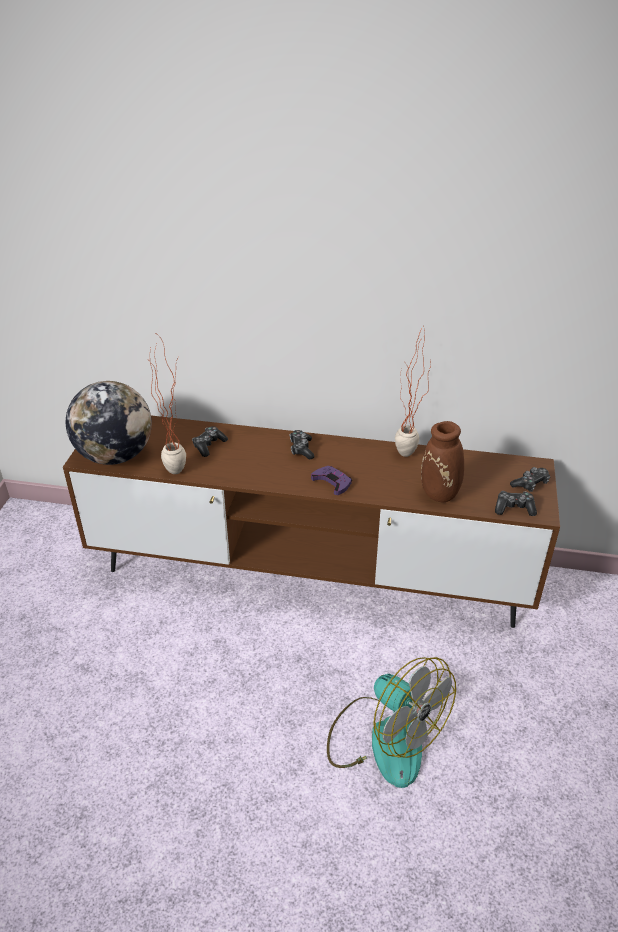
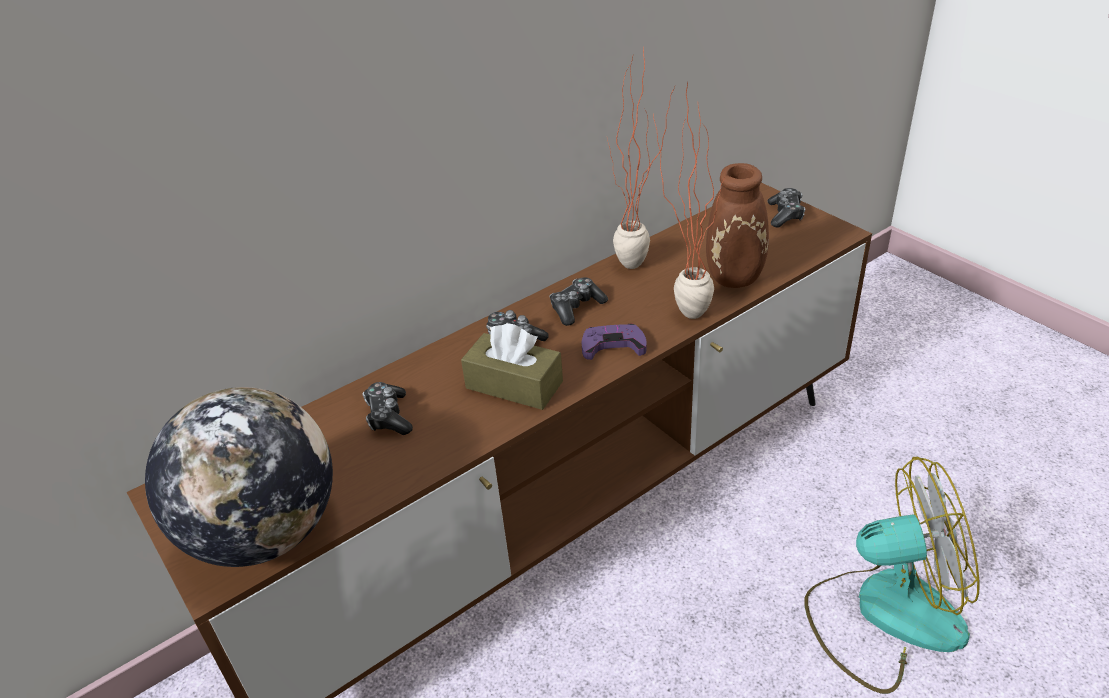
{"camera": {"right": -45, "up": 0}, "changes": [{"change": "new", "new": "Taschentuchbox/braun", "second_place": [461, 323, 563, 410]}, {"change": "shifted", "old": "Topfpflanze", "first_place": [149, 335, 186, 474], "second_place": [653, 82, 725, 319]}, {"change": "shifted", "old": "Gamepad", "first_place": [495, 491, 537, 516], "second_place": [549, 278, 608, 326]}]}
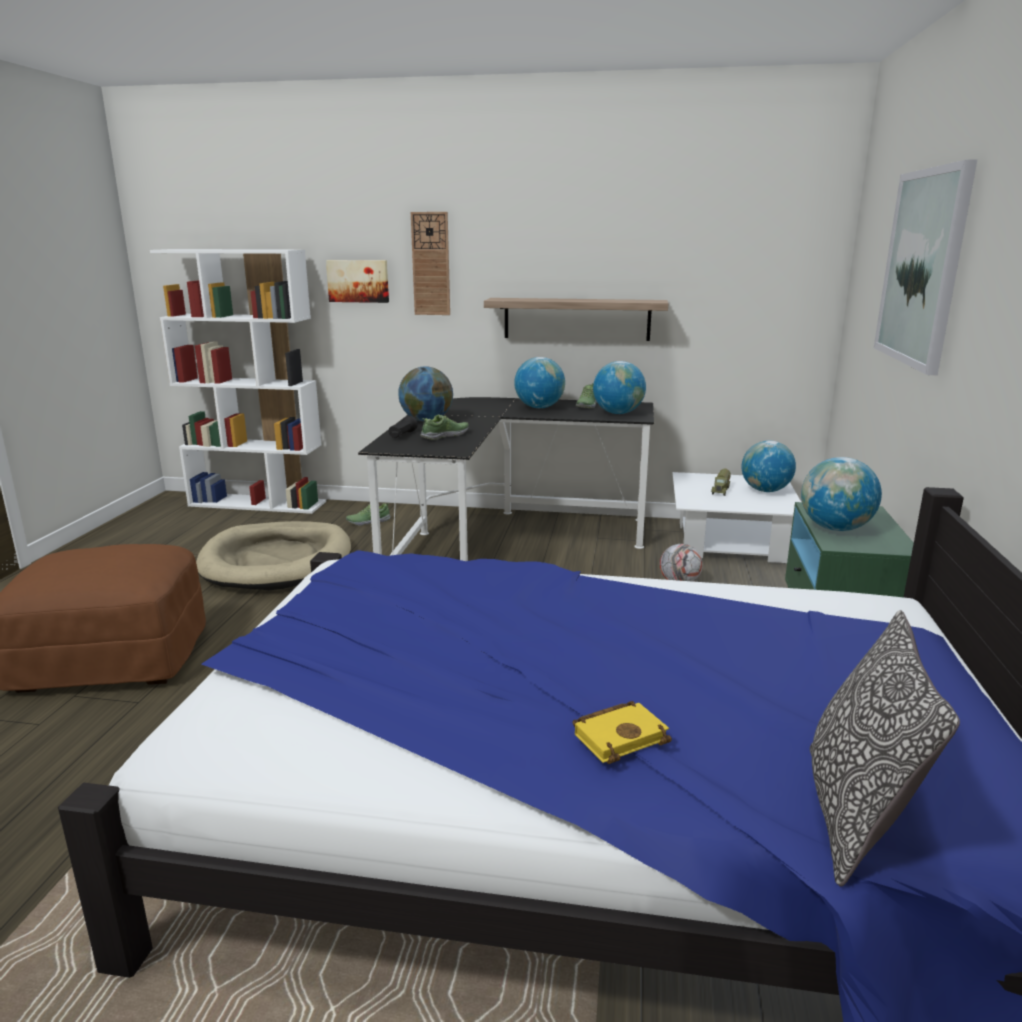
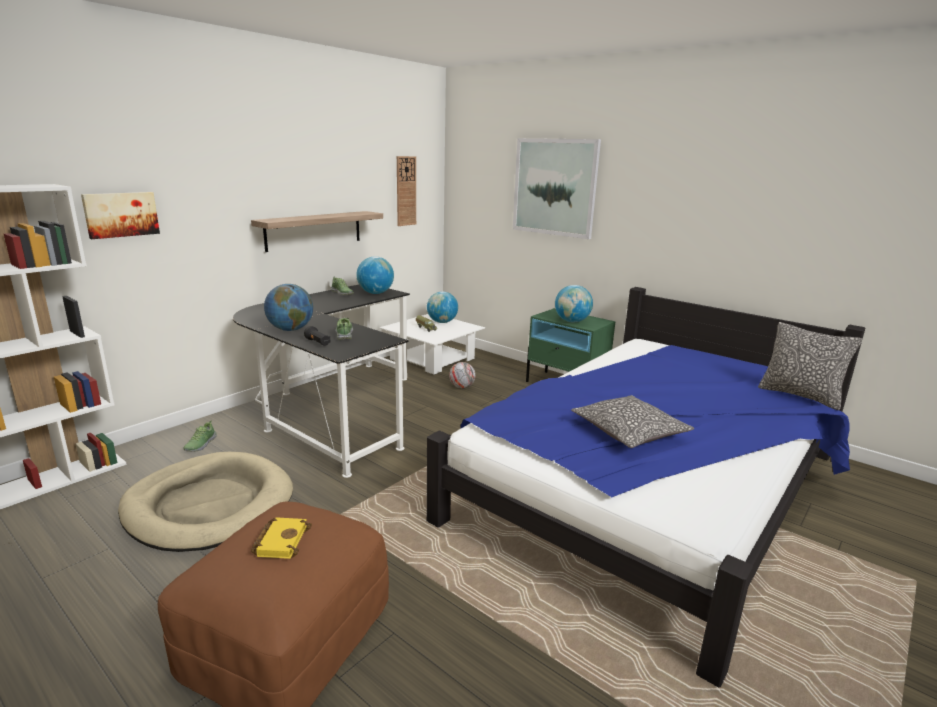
{"camera": {"right": -60, "up": 0}, "changes": [{"change": "gone", "old": "Globus", "first_place": [514, 357, 565, 408]}, {"change": "new", "new": "Kissen", "second_place": [571, 395, 694, 448]}, {"change": "shifted", "old": "Wanduhr", "first_place": [411, 212, 450, 315], "second_place": [397, 156, 416, 226]}, {"change": "shifted", "old": "Buch/gelb", "first_place": [573, 701, 672, 764], "second_place": [251, 517, 312, 559]}]}
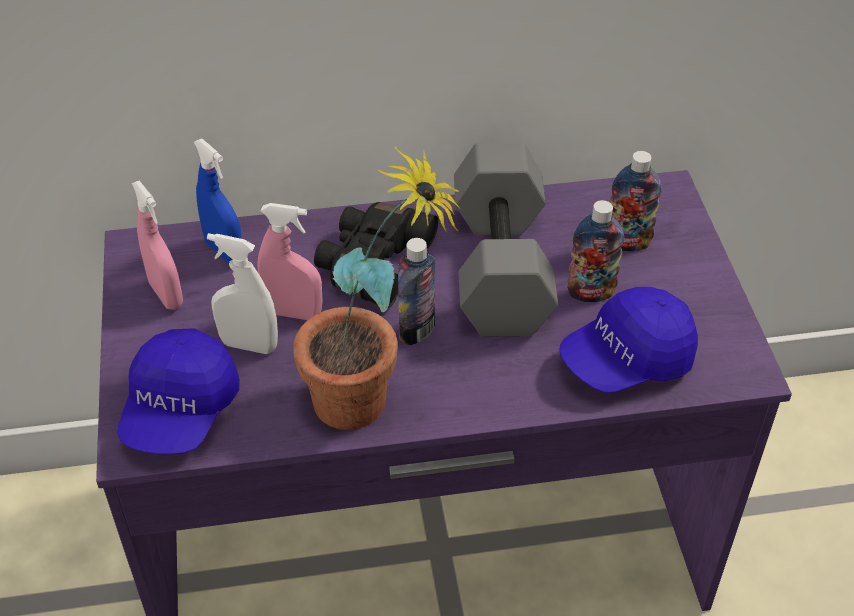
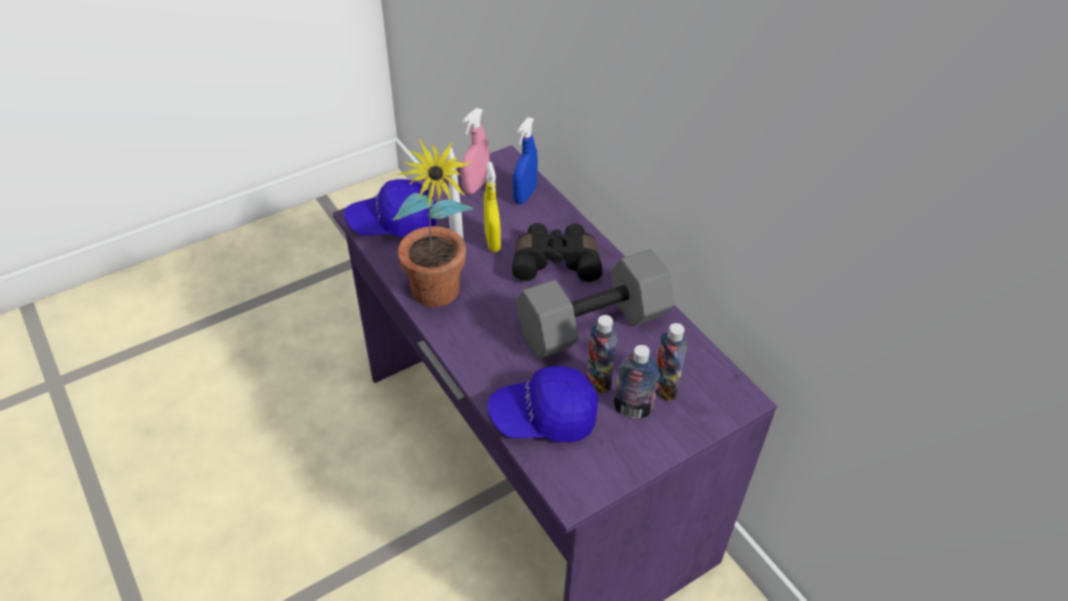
{"camera": {"right": 65, "up": 0}, "changes": [{"change": "shifted", "old": "Flasche", "first_place": [398, 238, 435, 345], "second_place": [614, 345, 659, 418]}, {"change": "repainted", "old": "Sprühflasche/rosa", "new": "Sprühflasche/gelb", "first_place": [257, 203, 323, 320], "second_place": [484, 161, 501, 252]}, {"change": "rotated", "old": "Kappe/blau", "first_place": [560, 287, 698, 393], "second_place": [488, 366, 598, 443], "degrees": -45}]}
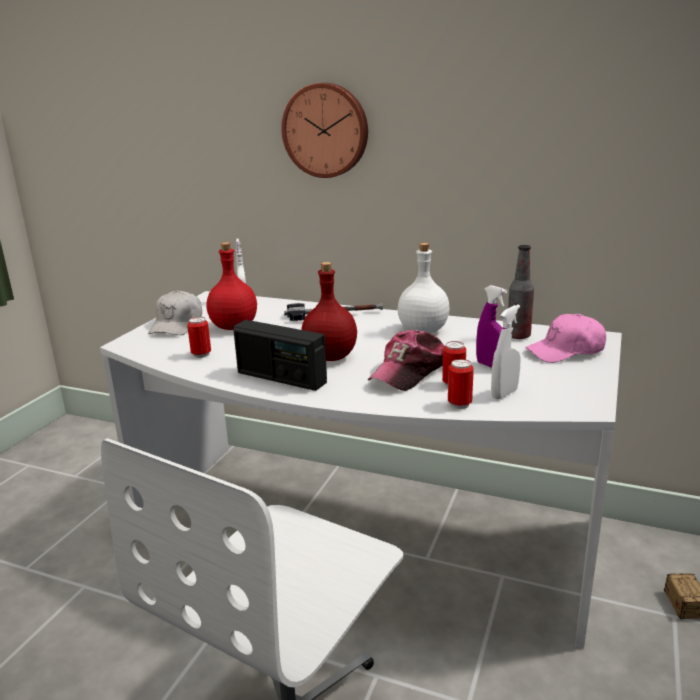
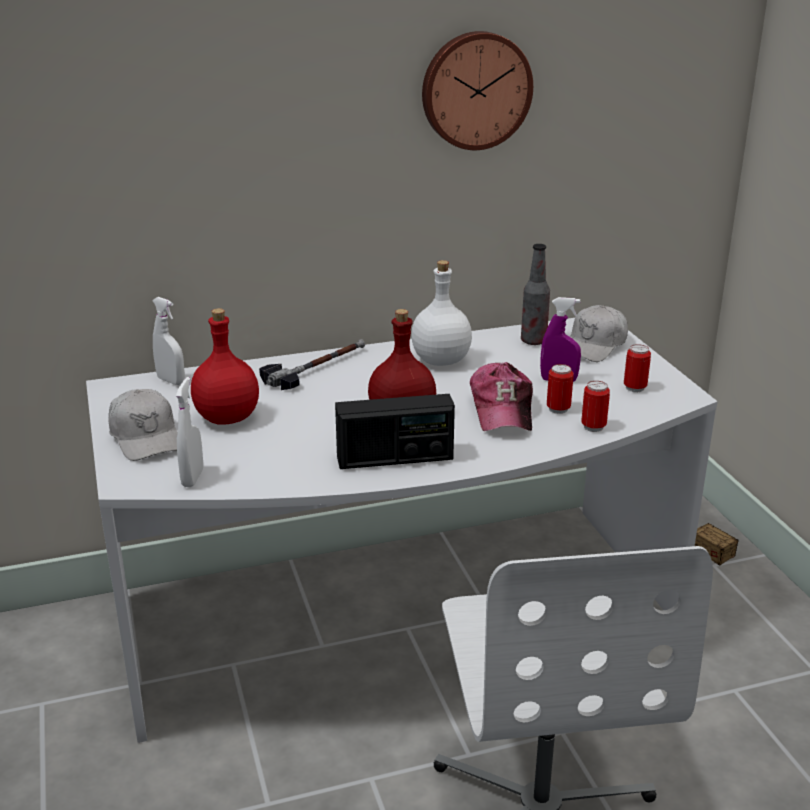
{"camera": {"right": -40, "up": 5}, "changes": [{"change": "shifted", "old": "Dose", "first_place": [187, 317, 211, 358], "second_place": [624, 344, 651, 392]}, {"change": "shifted", "old": "Wanduhr", "first_place": [281, 83, 368, 178], "second_place": [422, 31, 533, 150]}, {"change": "shifted", "old": "Sprühflasche/weiß", "first_place": [491, 305, 521, 399], "second_place": [176, 377, 203, 487]}, {"change": "repainted", "old": "Kappe/rosa", "new": "Kappe/weiß", "first_place": [525, 314, 606, 363], "second_place": [570, 305, 628, 362]}]}
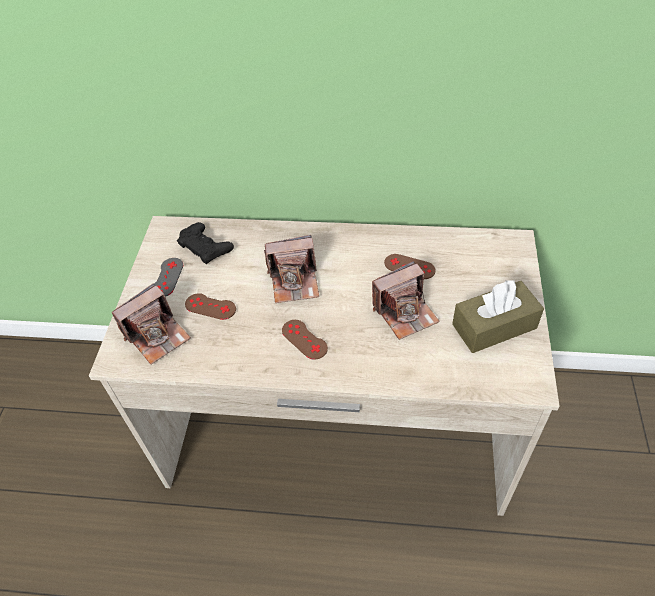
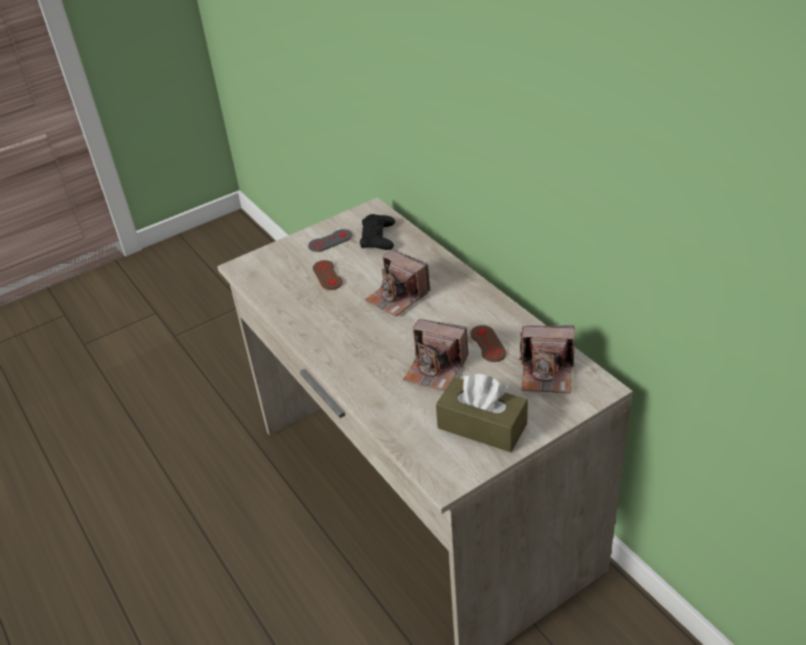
{"camera": {"right": 50, "up": -10}, "changes": [{"change": "gone", "old": "Gamepad/braun", "first_place": [282, 320, 328, 360]}, {"change": "shifted", "old": "Kamera", "first_place": [112, 283, 191, 364], "second_place": [519, 325, 575, 393]}]}
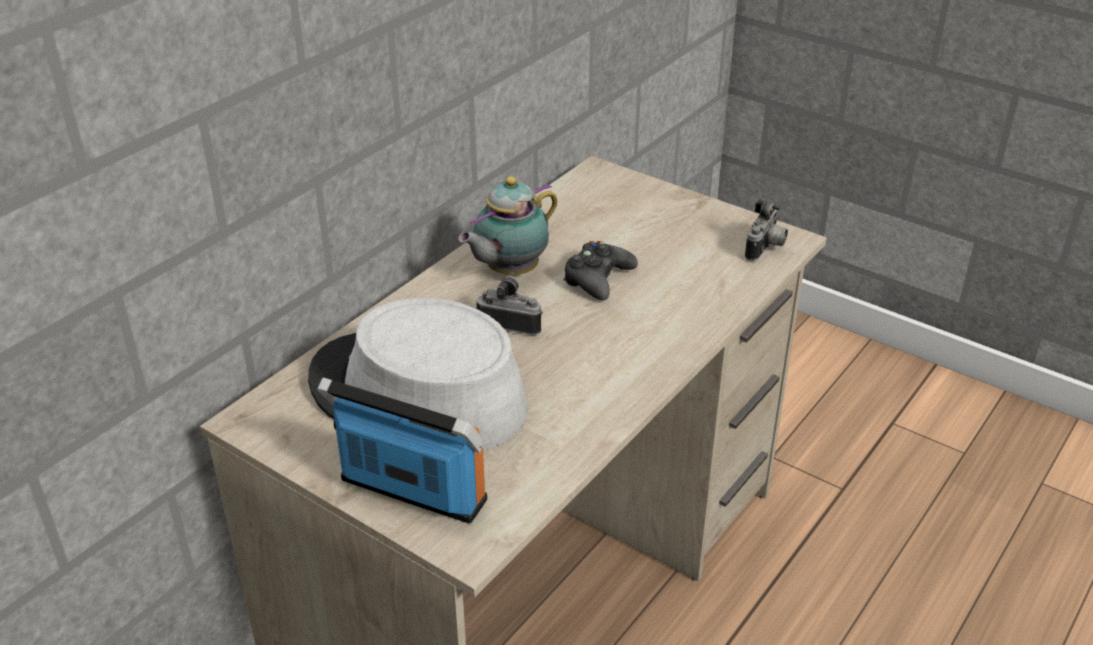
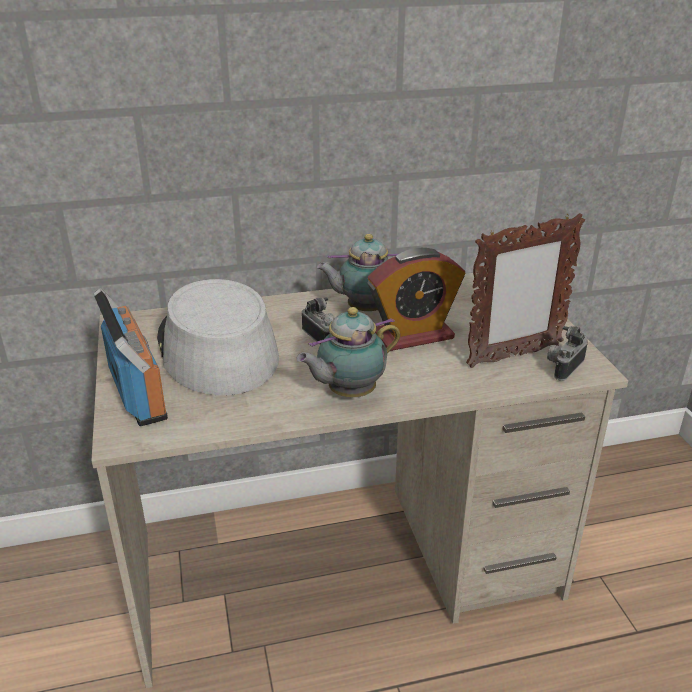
{"camera": {"right": 40, "up": -5}, "changes": [{"change": "new", "new": "Teekanne", "second_place": [297, 307, 400, 397]}, {"change": "new", "new": "Bilderrahmen", "second_place": [466, 213, 585, 368]}, {"change": "swapped", "old": "Gamepad/schwarz", "new": "Wecker", "first_place": [564, 241, 638, 301], "second_place": [368, 248, 465, 351]}, {"change": "rotated", "old": "Kamera", "first_place": [745, 199, 788, 261], "second_place": [547, 326, 588, 381], "degrees": 150}]}
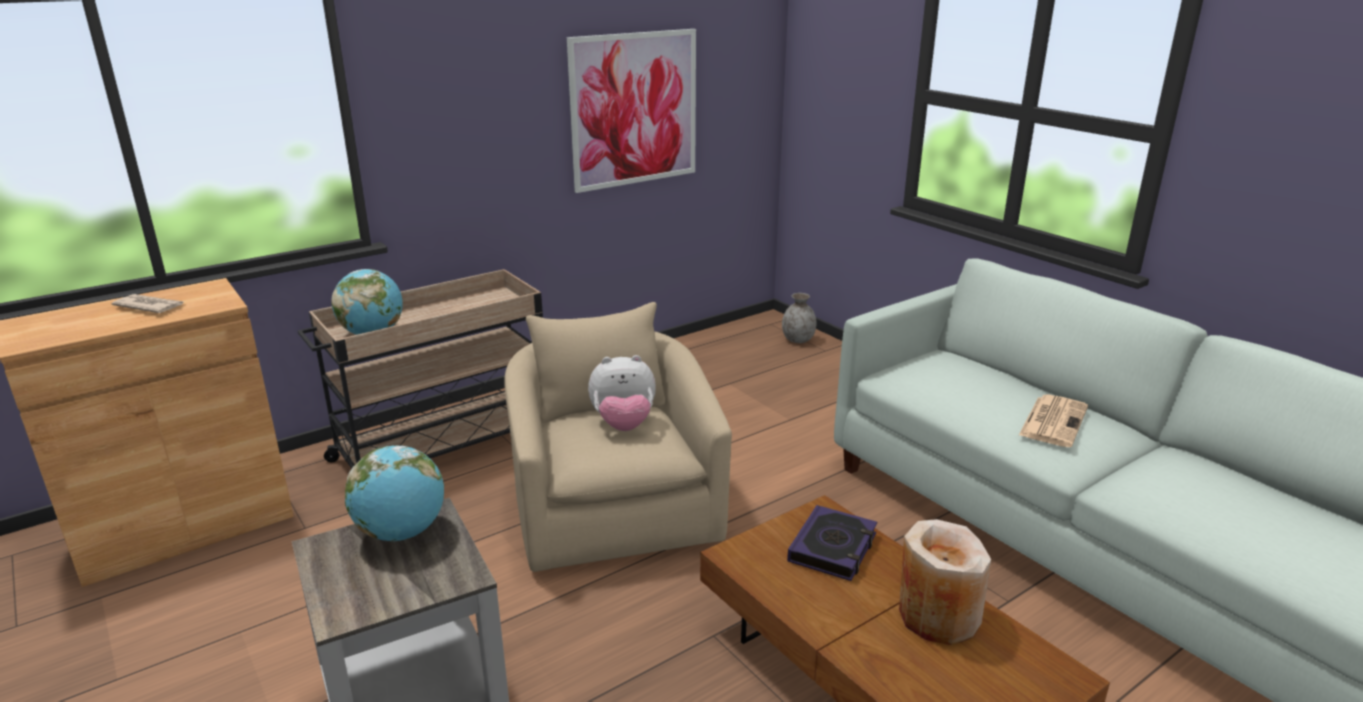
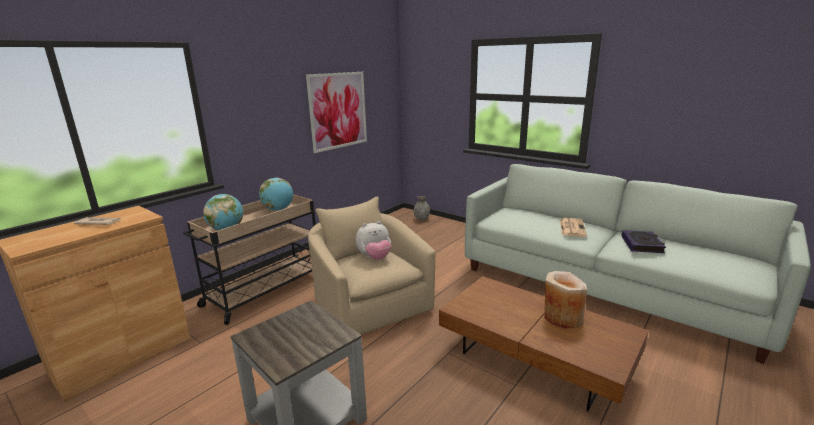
{"camera": {"right": -15, "up": -5}, "changes": [{"change": "shifted", "old": "Globus", "first_place": [345, 445, 444, 541], "second_place": [259, 177, 293, 211]}, {"change": "shifted", "old": "Buch", "first_place": [787, 505, 877, 581], "second_place": [621, 230, 666, 253]}]}
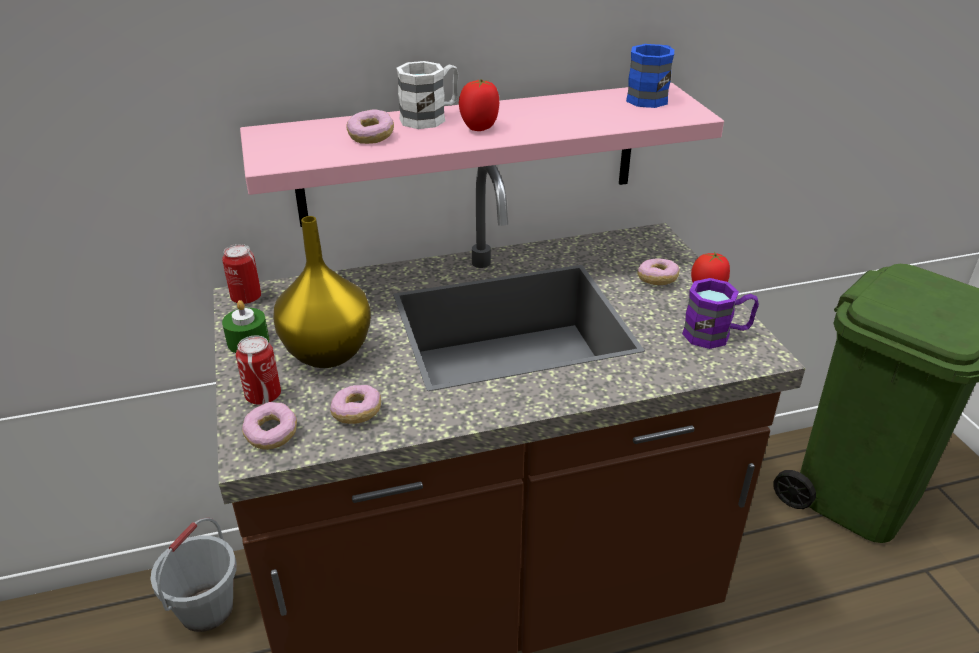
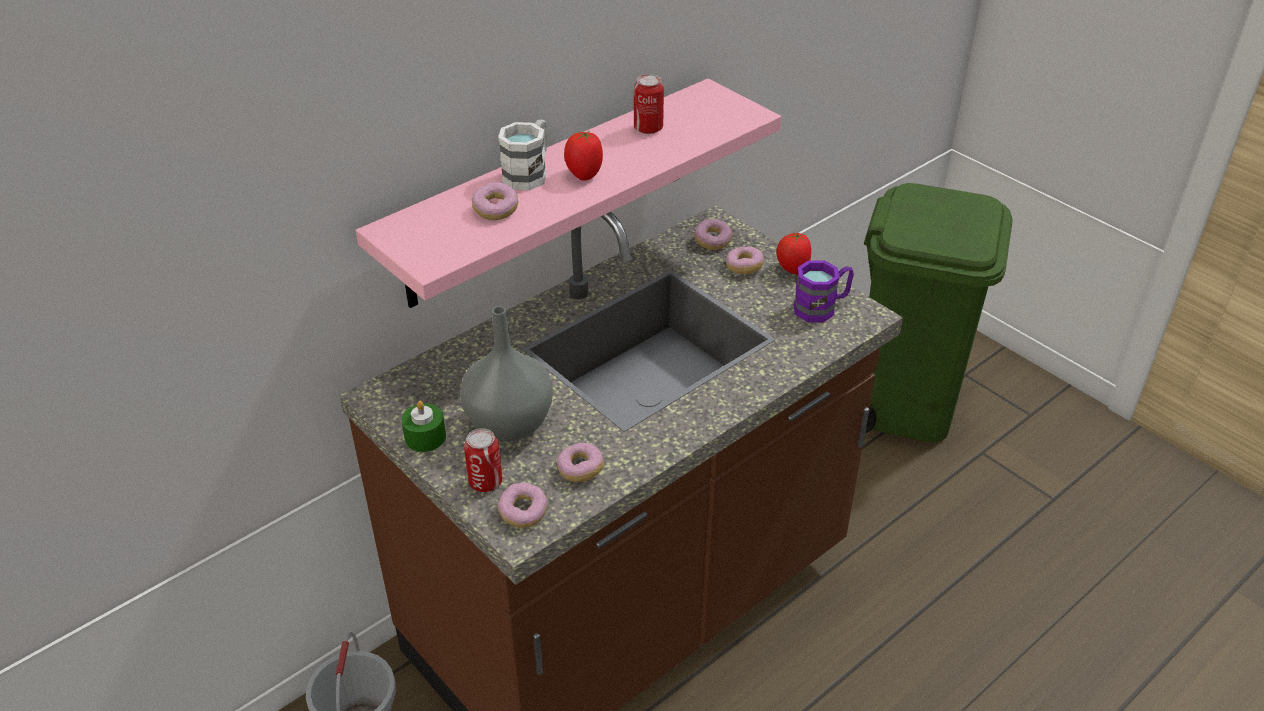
{"camera": {"right": -25, "up": 5}, "changes": [{"change": "gone", "old": "Henkelbecher/blau", "first_place": [626, 44, 674, 108]}, {"change": "new", "new": "Donut", "second_place": [694, 219, 732, 250]}, {"change": "shifted", "old": "Dose", "first_place": [222, 244, 261, 304], "second_place": [634, 74, 664, 134]}, {"change": "repainted", "old": "Vase/gelb", "new": "Vase/grau", "first_place": [273, 216, 371, 368], "second_place": [460, 306, 553, 442]}]}
